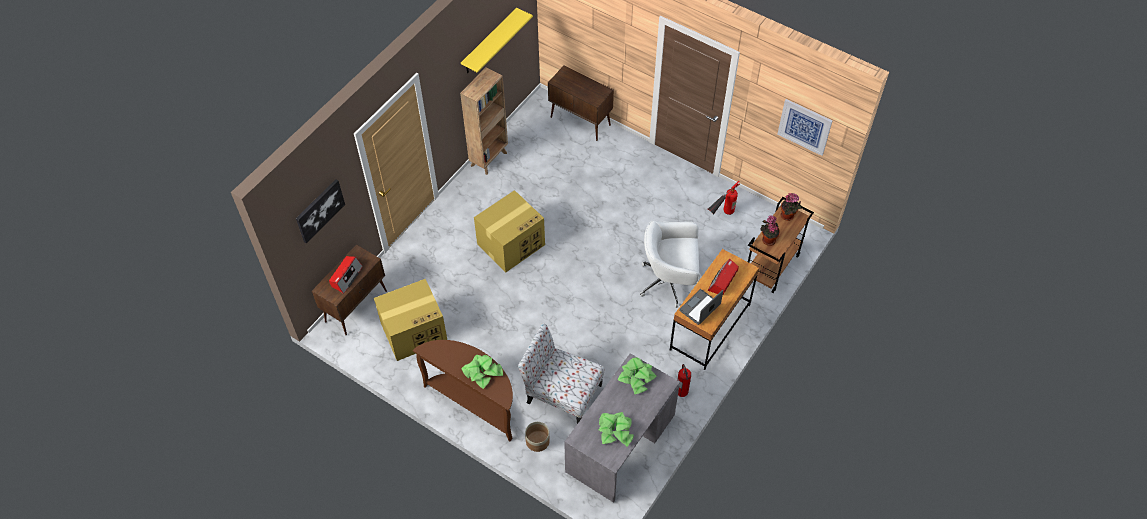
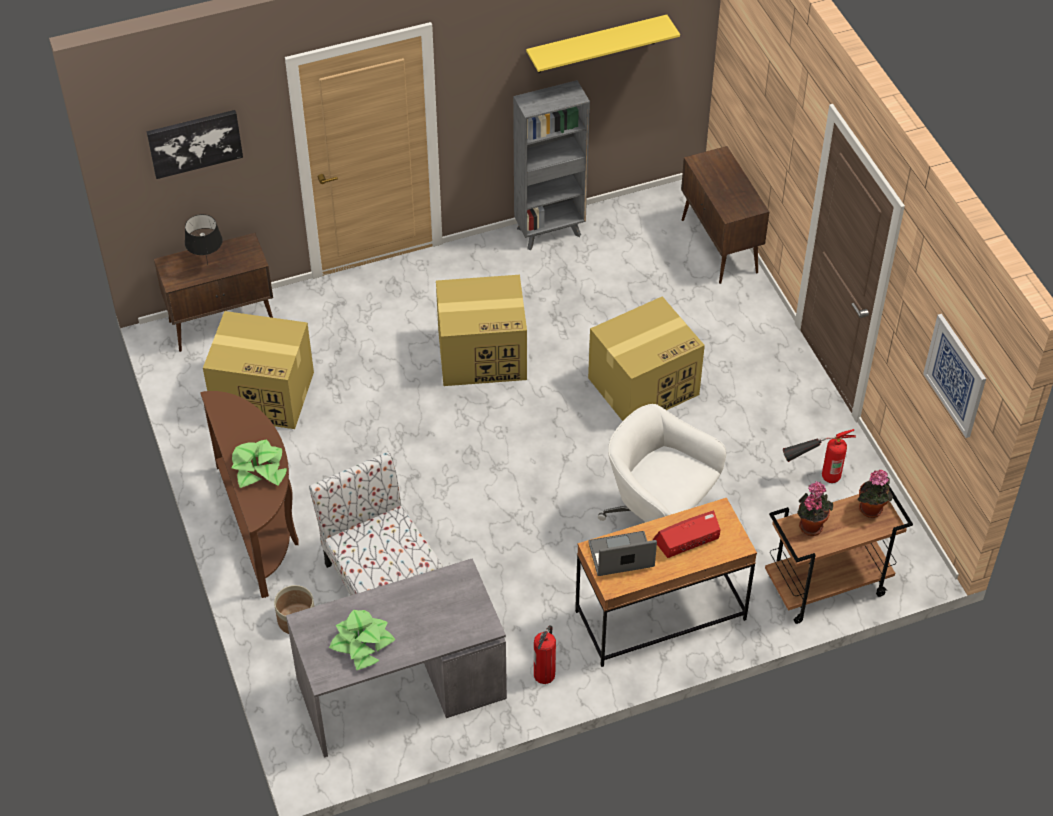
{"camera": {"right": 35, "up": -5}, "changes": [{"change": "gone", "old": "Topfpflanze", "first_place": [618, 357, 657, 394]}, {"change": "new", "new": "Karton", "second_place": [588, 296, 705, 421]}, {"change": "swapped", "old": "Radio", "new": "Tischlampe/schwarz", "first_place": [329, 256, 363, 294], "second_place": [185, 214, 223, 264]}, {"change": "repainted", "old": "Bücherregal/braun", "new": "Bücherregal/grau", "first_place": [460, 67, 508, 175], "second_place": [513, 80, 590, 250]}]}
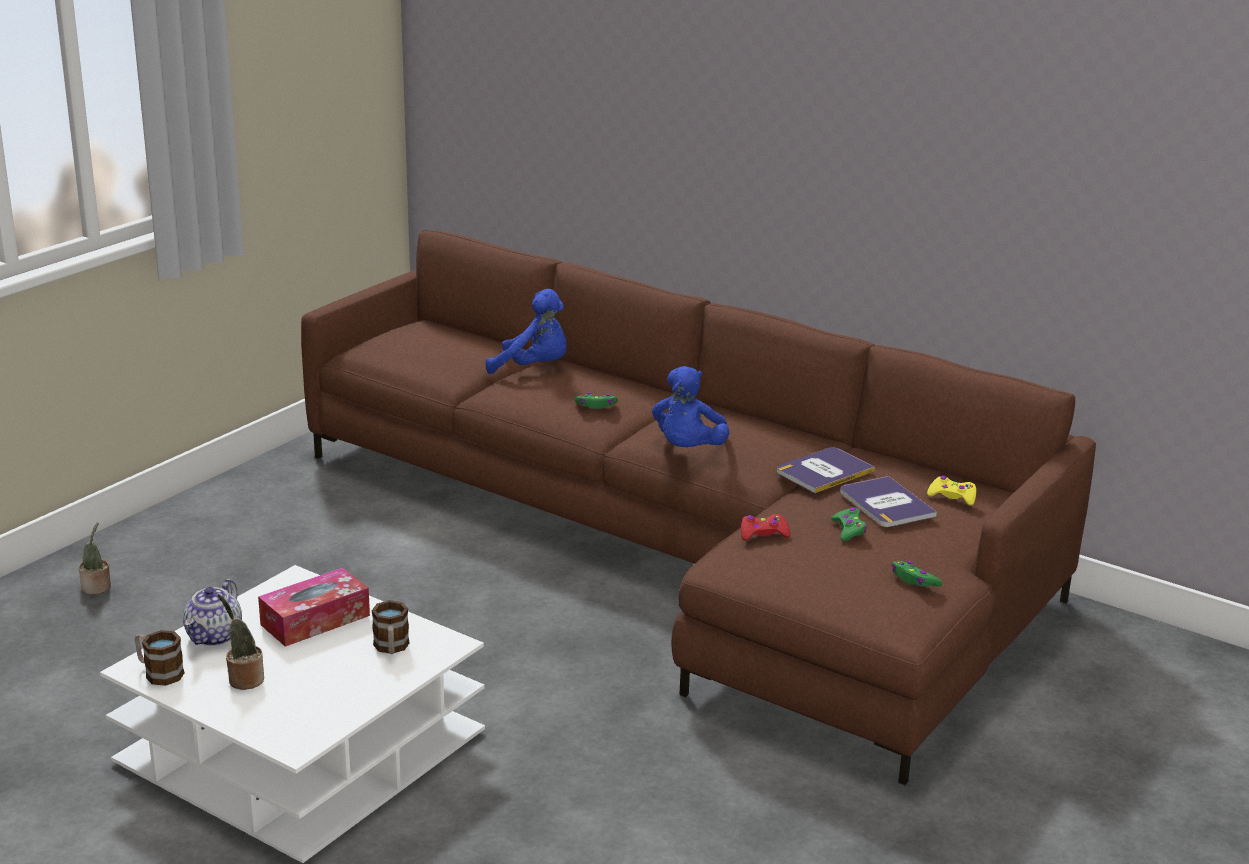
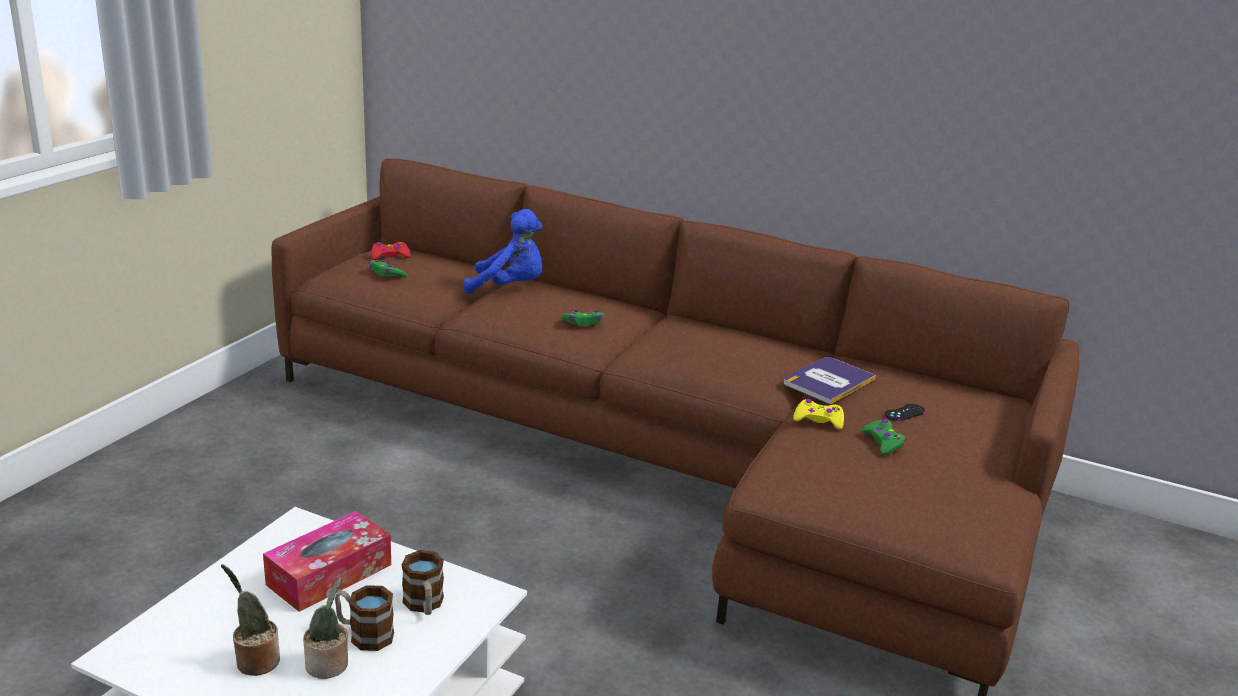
{"camera": {"right": -10, "up": 0}, "changes": [{"change": "gone", "old": "Teekanne", "first_place": [183, 579, 242, 646]}, {"change": "gone", "old": "Plüschtier/blau", "first_place": [652, 366, 729, 447]}, {"change": "shifted", "old": "Topfpflanze", "first_place": [79, 522, 111, 594], "second_place": [303, 578, 348, 679]}, {"change": "shifted", "old": "Henkelbecher", "first_place": [135, 630, 184, 686], "second_place": [335, 585, 394, 651]}, {"change": "shifted", "old": "Gamepad/rot", "first_place": [741, 514, 791, 541], "second_place": [371, 242, 411, 260]}, {"change": "shifted", "old": "Gamepad/grün", "first_place": [891, 561, 943, 587], "second_place": [369, 260, 407, 277]}, {"change": "shifted", "old": "Gamepad/gelb", "first_place": [927, 476, 976, 506], "second_place": [794, 399, 844, 429]}, {"change": "swapped", "old": "Buch", "new": "Gamepad/schwarz", "first_place": [840, 476, 937, 527], "second_place": [885, 404, 925, 421]}]}
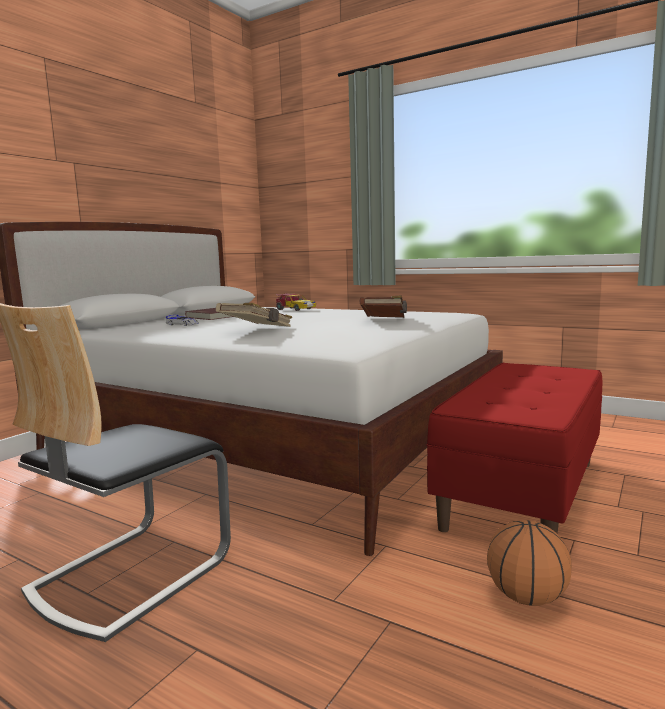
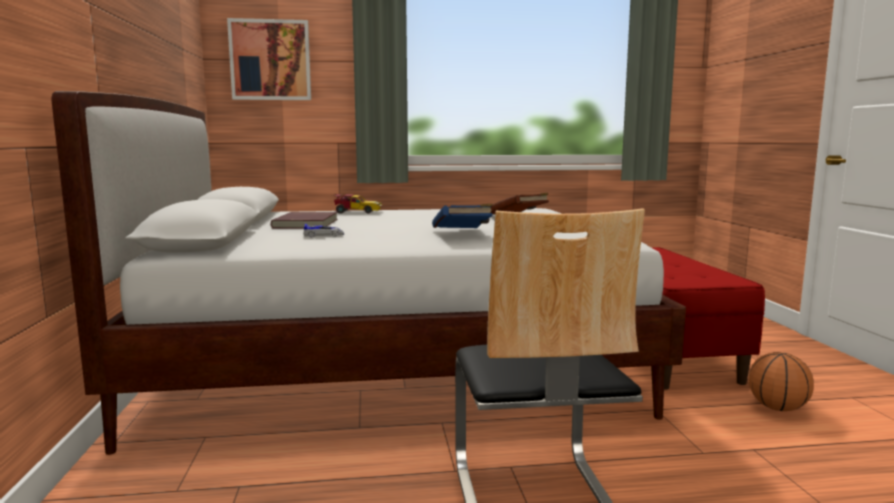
{"camera": {"right": -40, "up": 0}, "changes": [{"change": "new", "new": "Bild", "second_place": [227, 18, 311, 100]}, {"change": "repainted", "old": "Buch/beige", "new": "Buch/blau", "first_place": [216, 303, 293, 327], "second_place": [432, 204, 493, 228]}]}
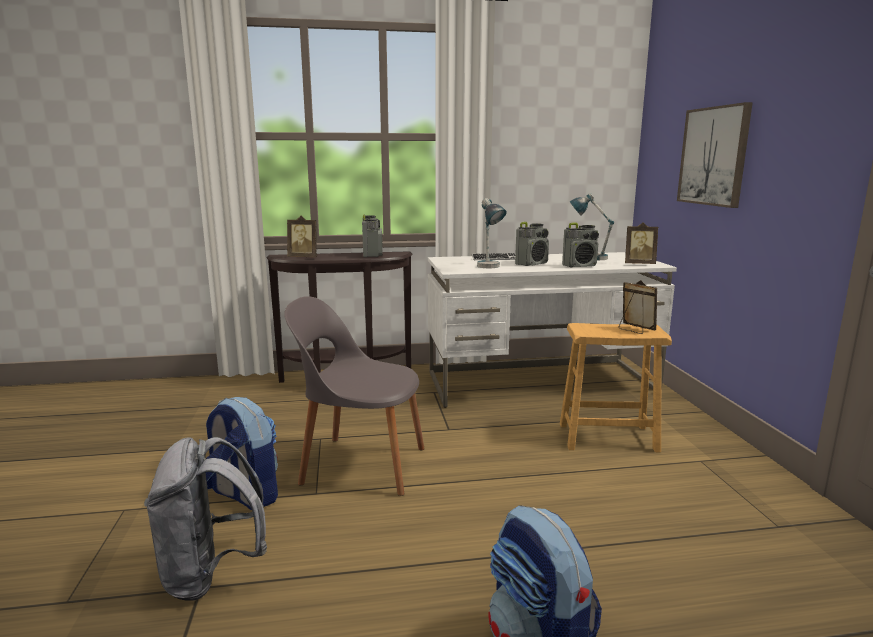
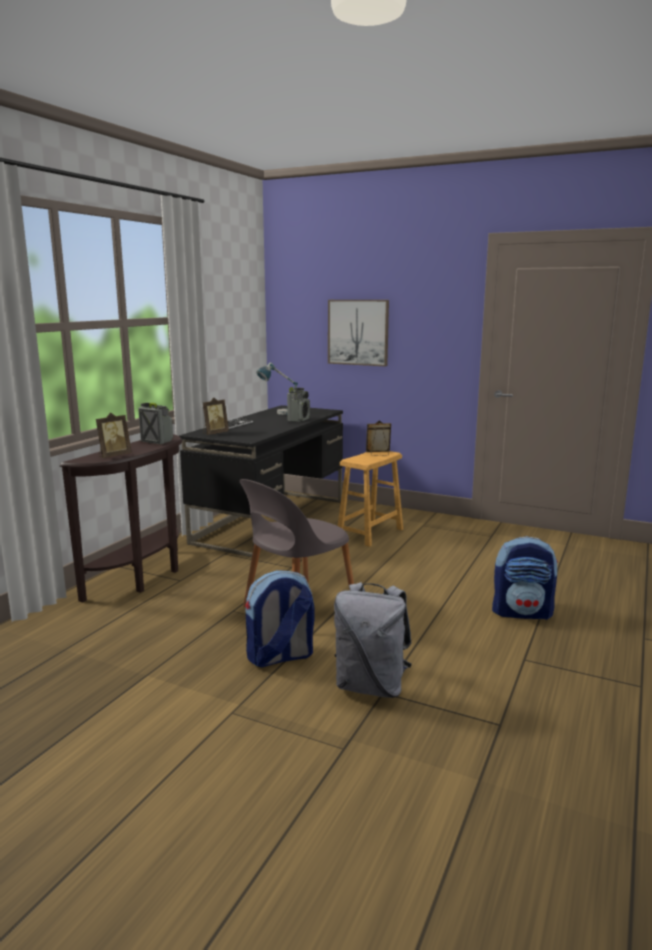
{"camera": {"right": -55, "up": 0}, "changes": [{"change": "gone", "old": "Tischlampe", "first_place": [477, 198, 506, 268]}, {"change": "gone", "old": "Radio", "first_place": [515, 222, 549, 266]}, {"change": "shifted", "old": "Bilderrahmen", "first_place": [625, 222, 658, 264], "second_place": [203, 397, 229, 435]}, {"change": "repainted", "old": "Schreibtisch/weiß", "new": "Schreibtisch/schwarz", "first_place": [428, 252, 677, 408], "second_place": [179, 405, 343, 557]}]}
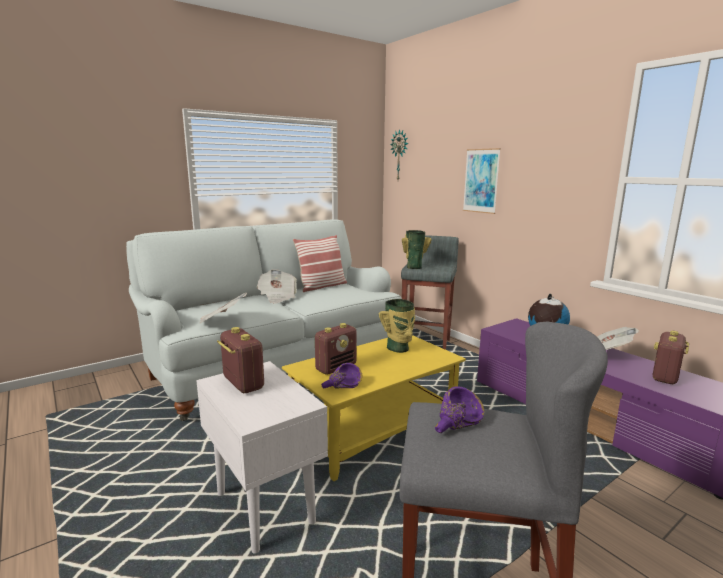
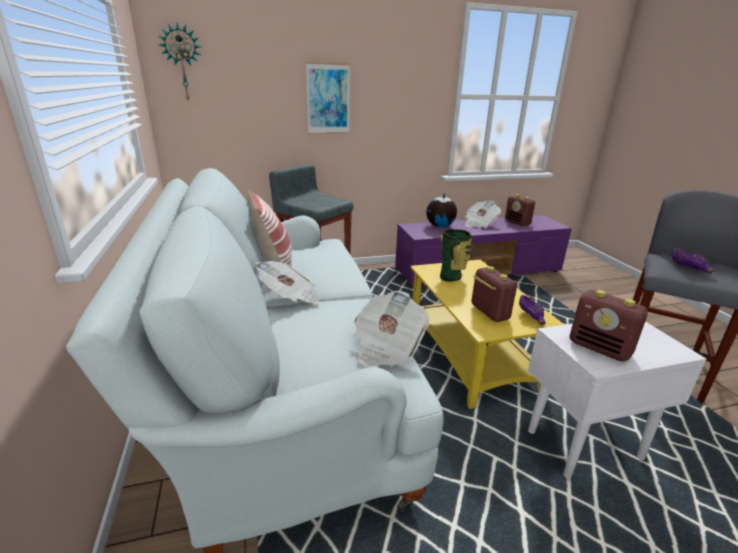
{"camera": {"right": -70, "up": 10}, "changes": [{"change": "gone", "old": "Vase", "first_place": [402, 230, 432, 269]}, {"change": "rotated", "old": "Radio", "first_place": [217, 327, 264, 393], "second_place": [570, 290, 648, 362], "degrees": -120}]}
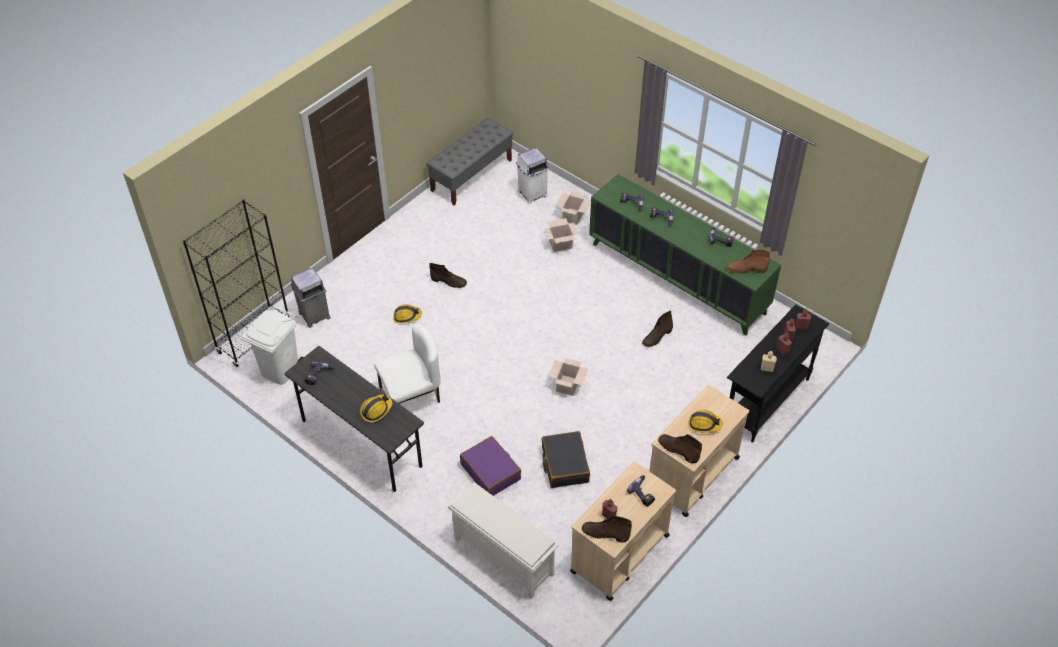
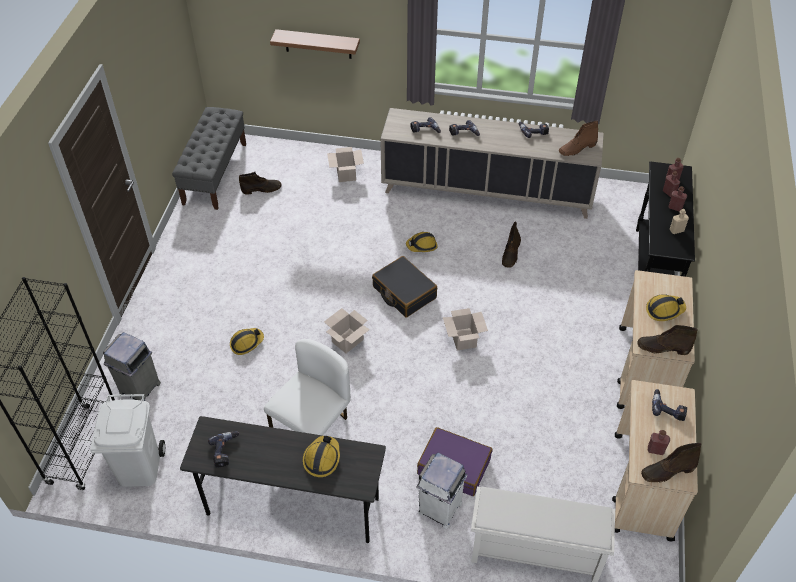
{"camera": {"right": -30, "up": 0}, "changes": [{"change": "new", "new": "Wandregal", "second_place": [270, 29, 360, 59]}, {"change": "new", "new": "Schutzhelm", "second_place": [406, 232, 438, 252]}, {"change": "shifted", "old": "Stiefel/braun", "first_place": [429, 263, 467, 288], "second_place": [239, 171, 282, 194]}, {"change": "shifted", "old": "Mülleimer/weiß", "first_place": [516, 148, 549, 204], "second_place": [416, 453, 467, 529]}, {"change": "shifted", "old": "Koffer/schwarz", "first_place": [542, 431, 590, 488], "second_place": [372, 256, 437, 317]}, {"change": "shifted", "old": "Karton", "first_place": [545, 218, 578, 252], "second_place": [324, 308, 370, 353]}, {"change": "repainted", "old": "Schrank/grün", "new": "Schrank/beige", "first_place": [589, 174, 781, 336], "second_place": [380, 108, 604, 219]}]}
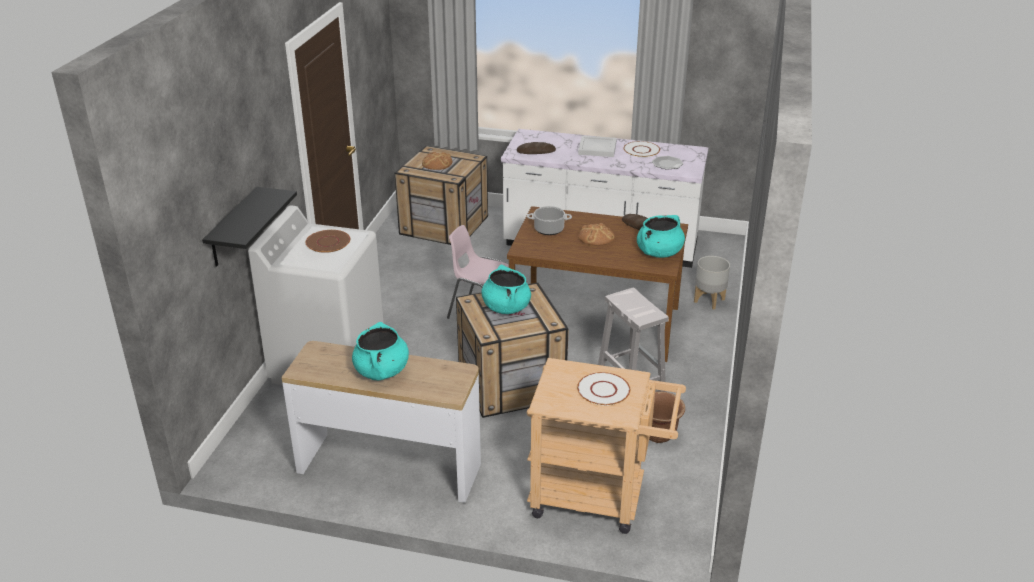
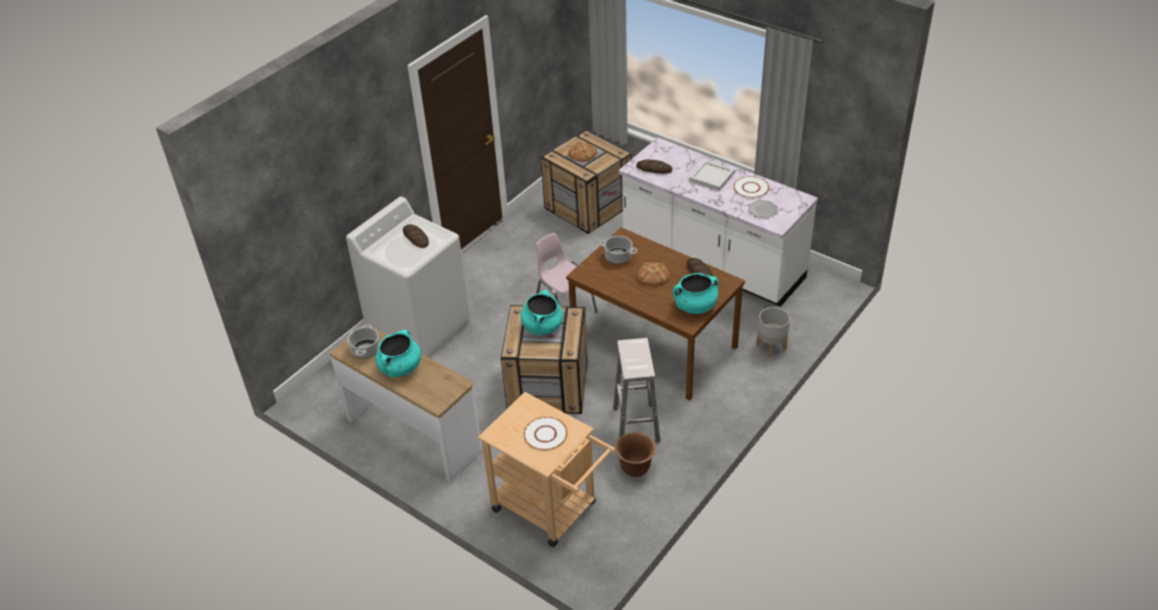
{"camera": {"right": 25, "up": 10}, "changes": [{"change": "gone", "old": "Wandregal/schwarz", "first_place": [202, 187, 297, 266]}, {"change": "new", "new": "Kochtopf", "second_place": [347, 324, 380, 359]}, {"change": "swapped", "old": "Teller/braun", "new": "Brot", "first_place": [305, 230, 350, 253], "second_place": [403, 224, 429, 248]}]}
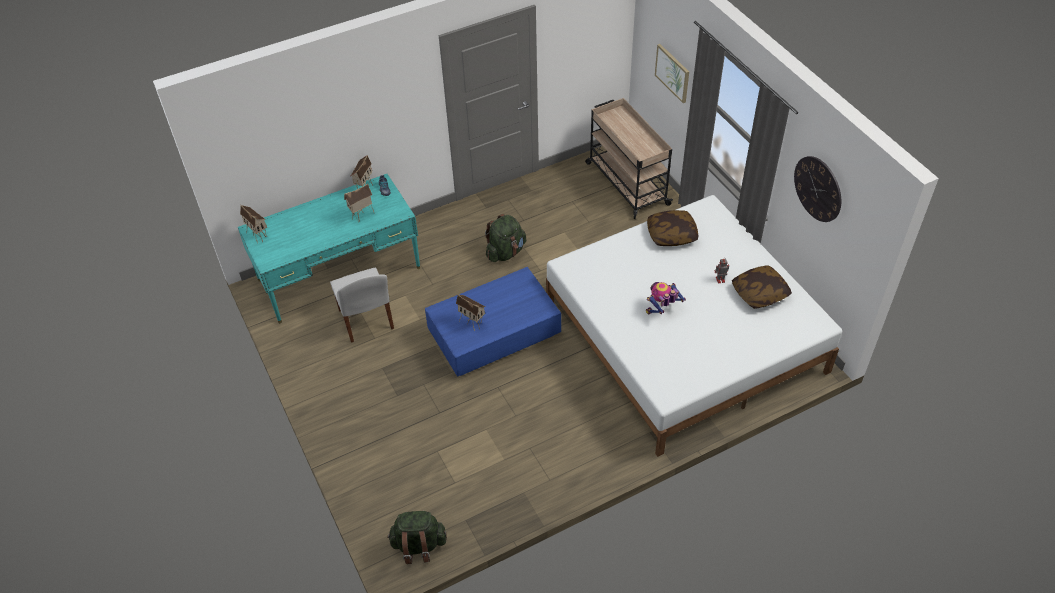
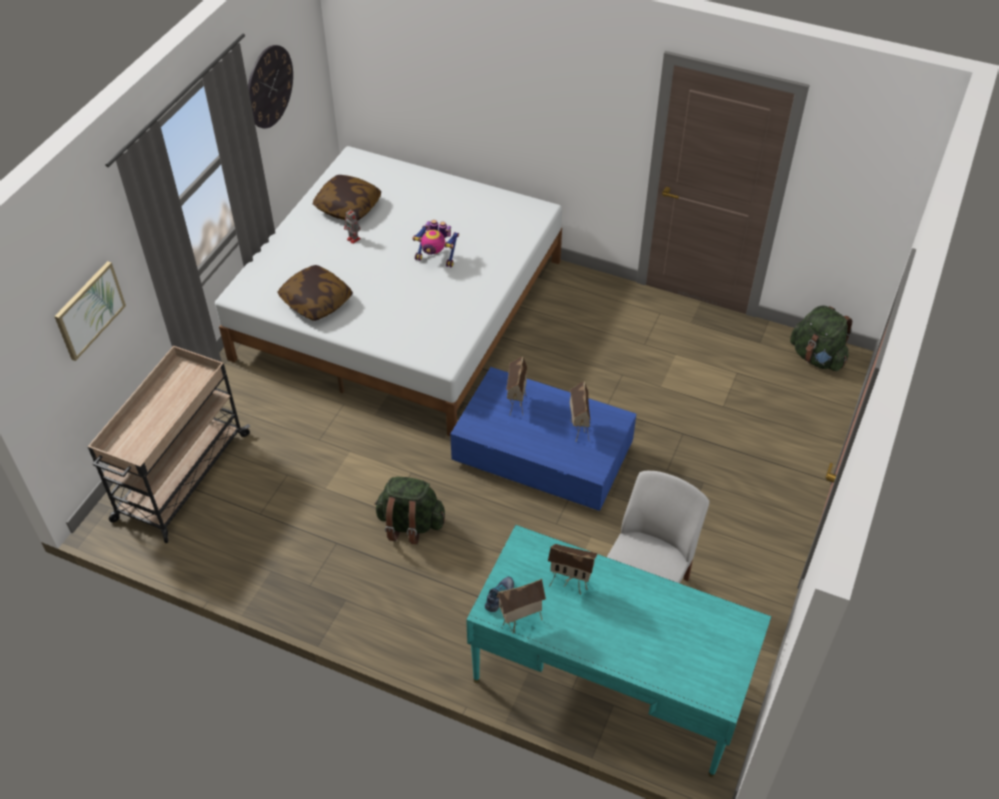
{"camera": {"right": -130, "up": 0}, "changes": [{"change": "shifted", "old": "Spielzeughaus", "first_place": [240, 205, 267, 243], "second_place": [506, 357, 527, 415]}]}
